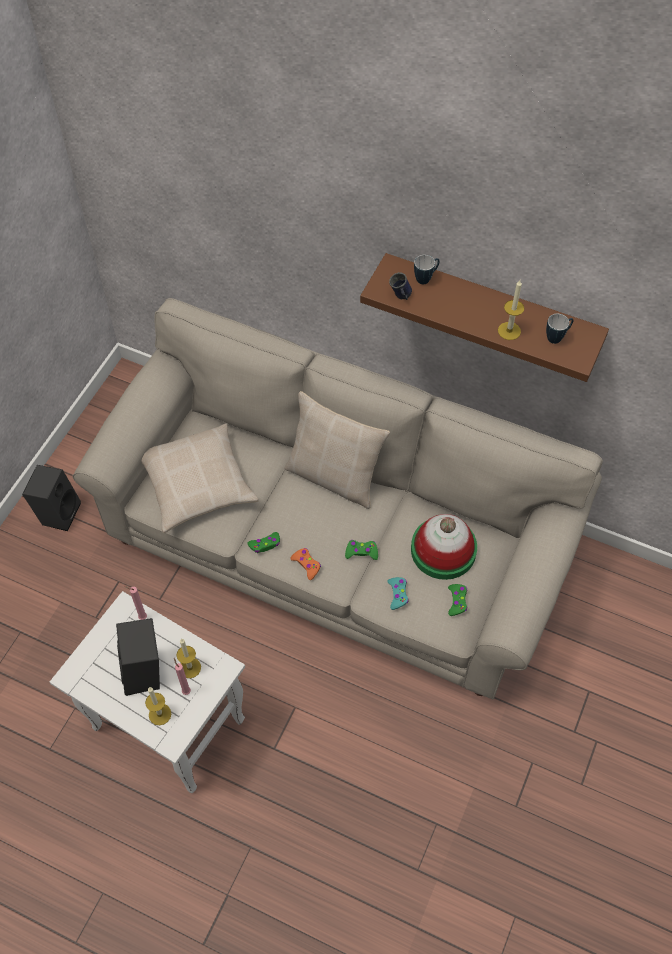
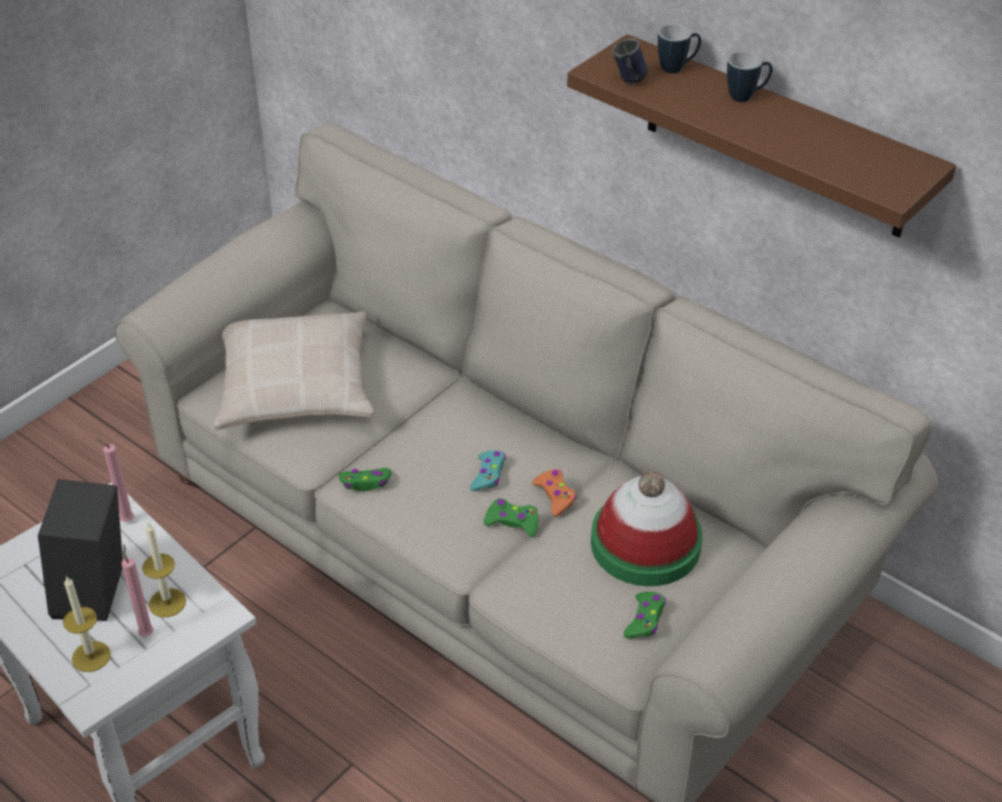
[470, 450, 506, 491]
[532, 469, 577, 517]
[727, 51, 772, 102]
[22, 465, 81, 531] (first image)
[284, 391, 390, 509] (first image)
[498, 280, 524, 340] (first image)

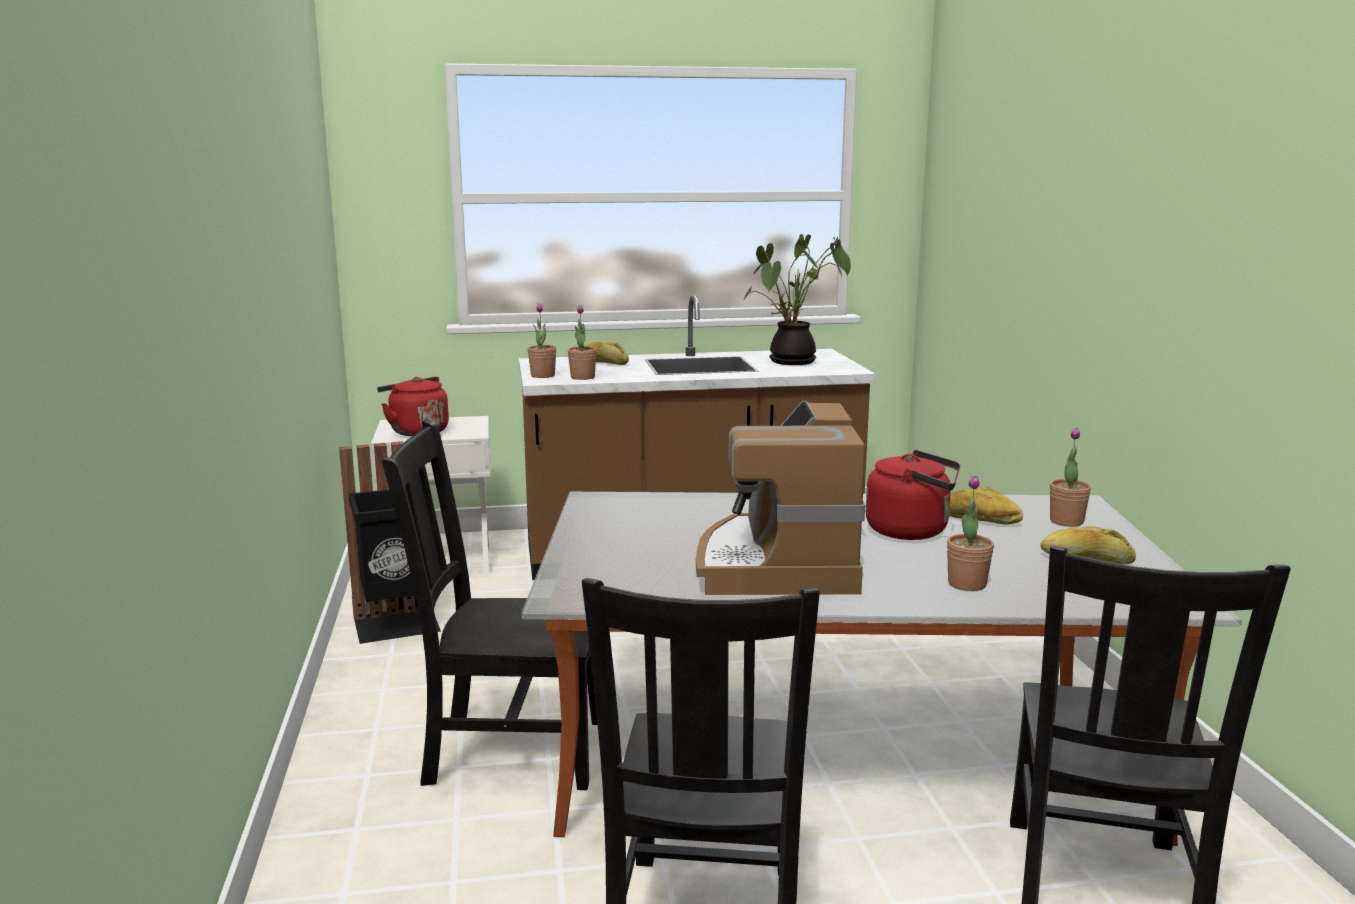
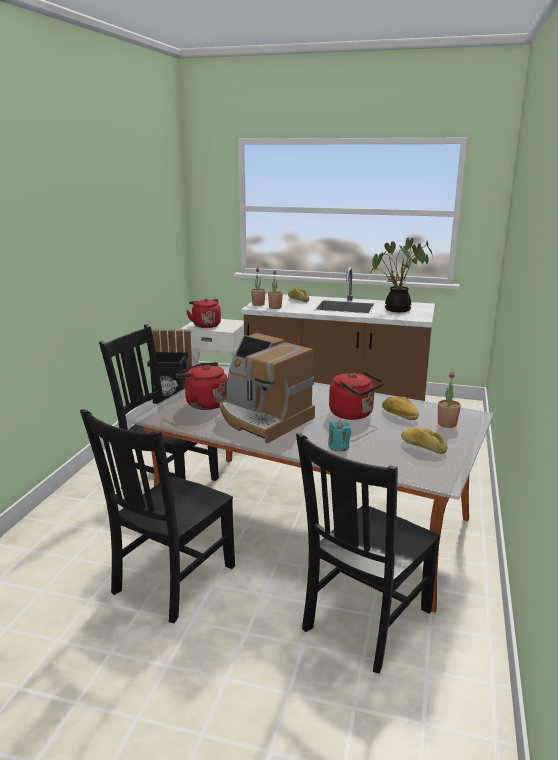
[176, 362, 228, 410]
[219, 333, 315, 443]
[328, 420, 351, 451]

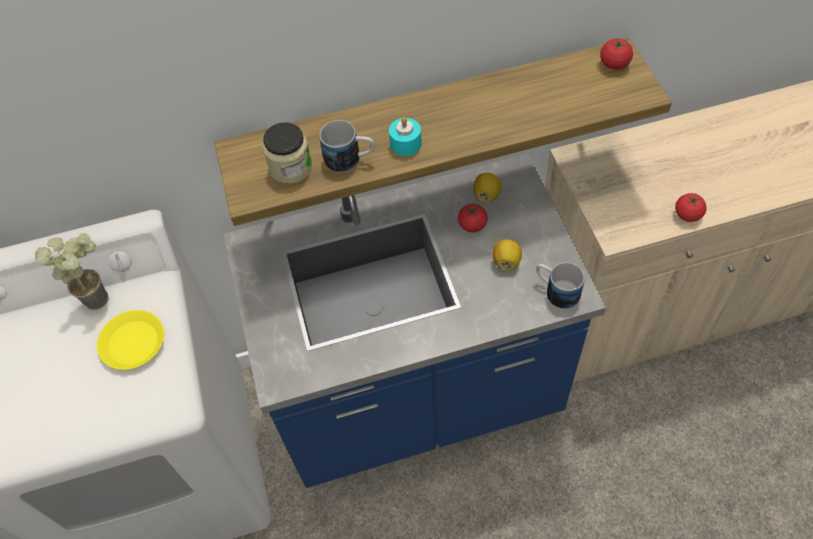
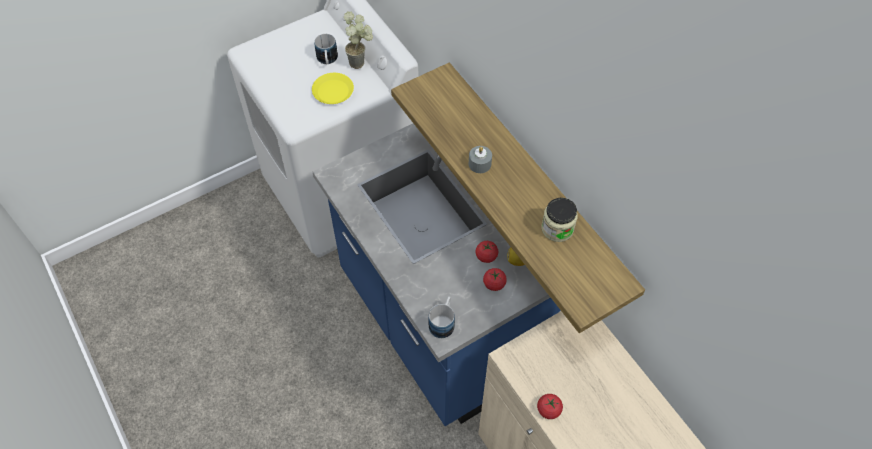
[314, 34, 338, 64]
[469, 146, 492, 173]
[483, 268, 507, 291]
[542, 198, 577, 242]
[492, 239, 522, 271] (first image)

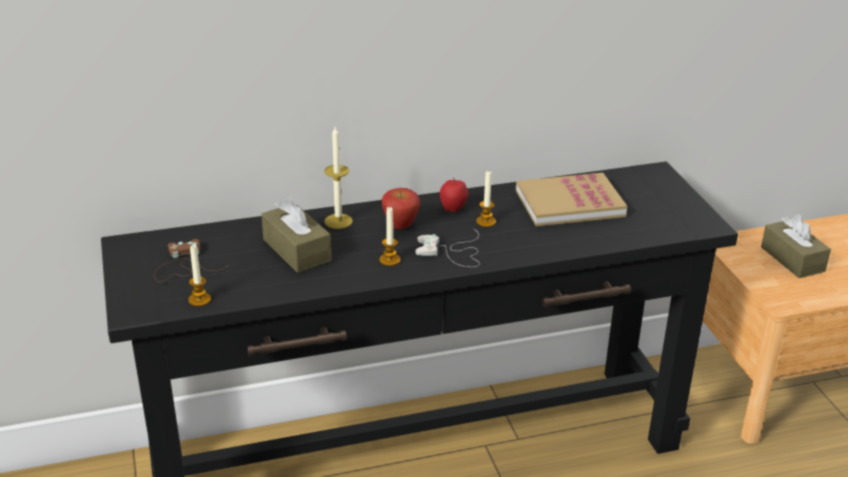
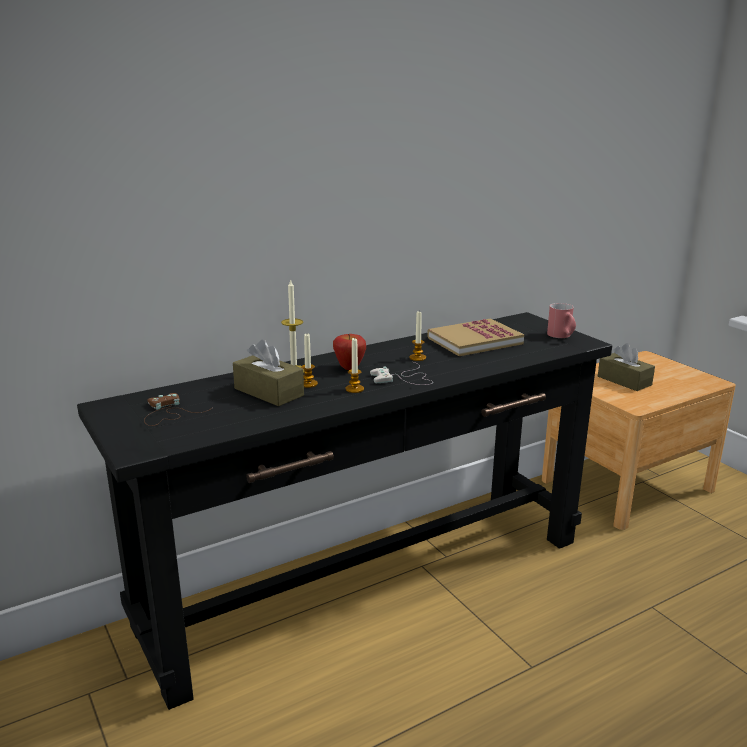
[301, 333, 318, 388]
[547, 303, 576, 338]
[440, 177, 468, 212] (first image)

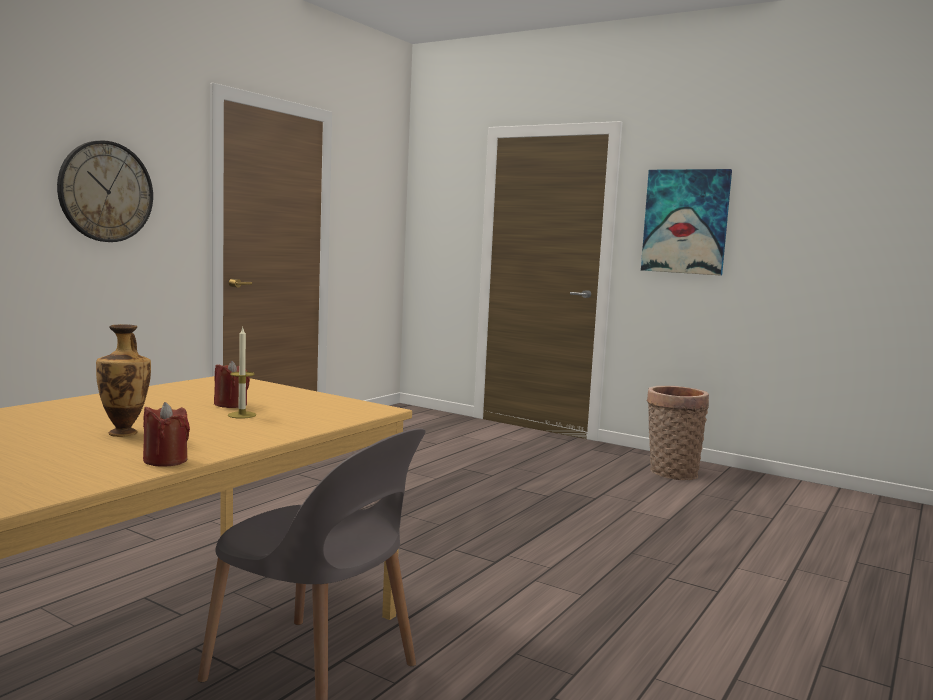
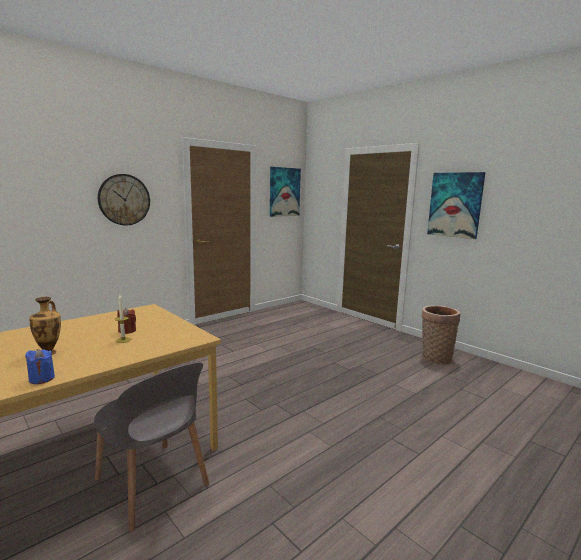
[25, 349, 55, 384]
[270, 167, 301, 217]

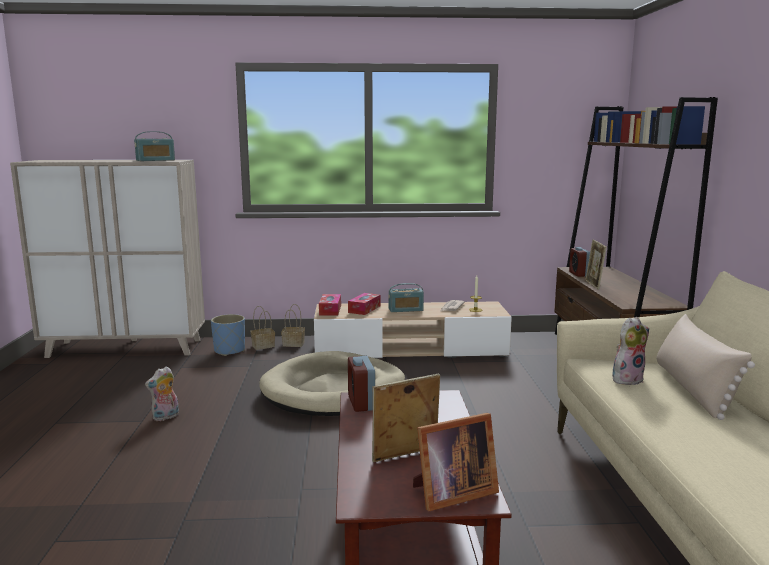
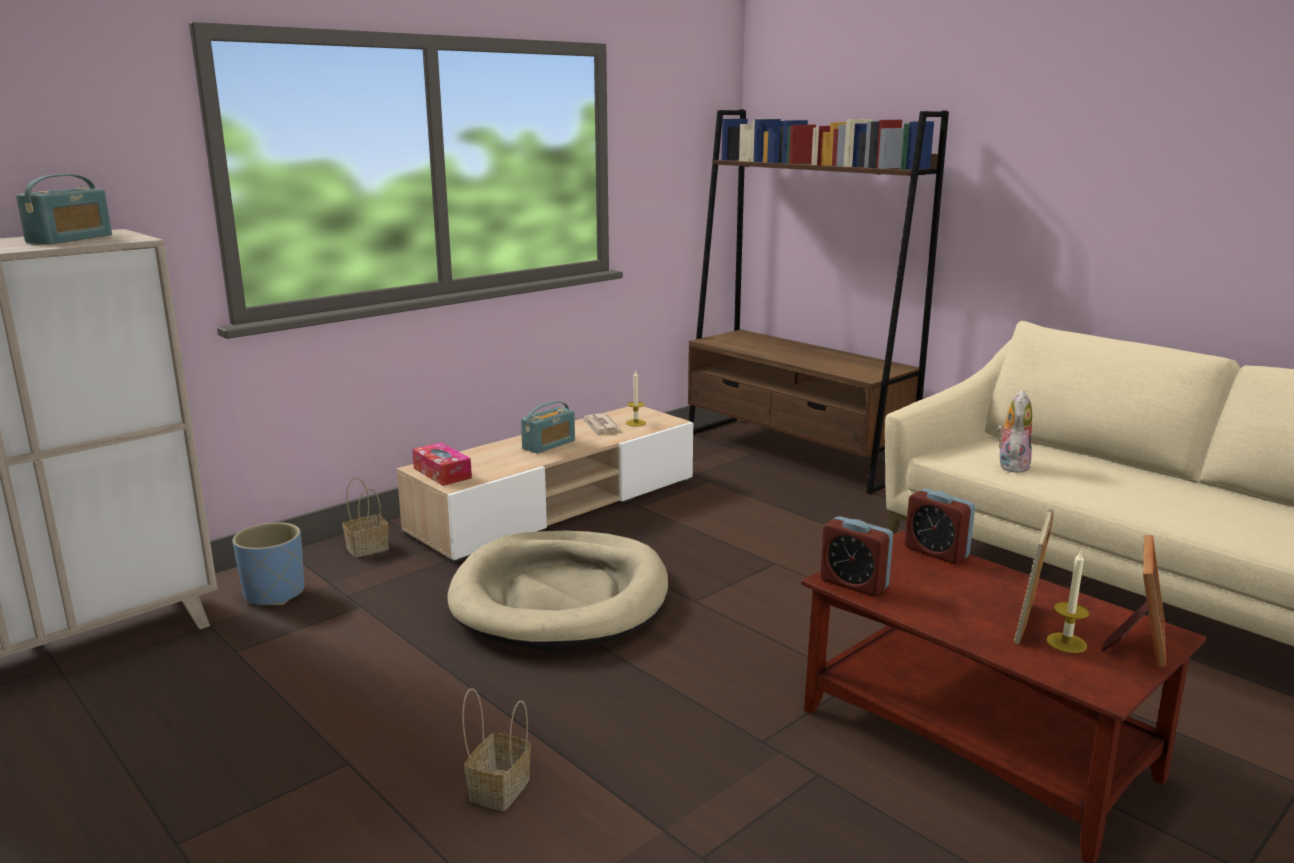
[462, 688, 531, 811]
[905, 489, 975, 564]
[1046, 551, 1089, 653]
[145, 366, 179, 421] (first image)
[348, 293, 380, 315] (first image)
[585, 239, 607, 290] (first image)
[657, 314, 755, 420] (first image)

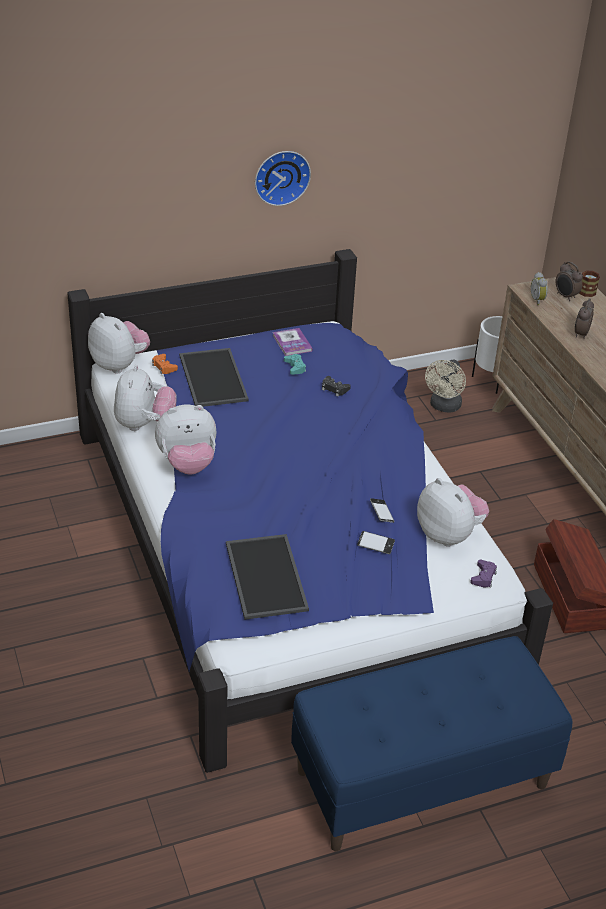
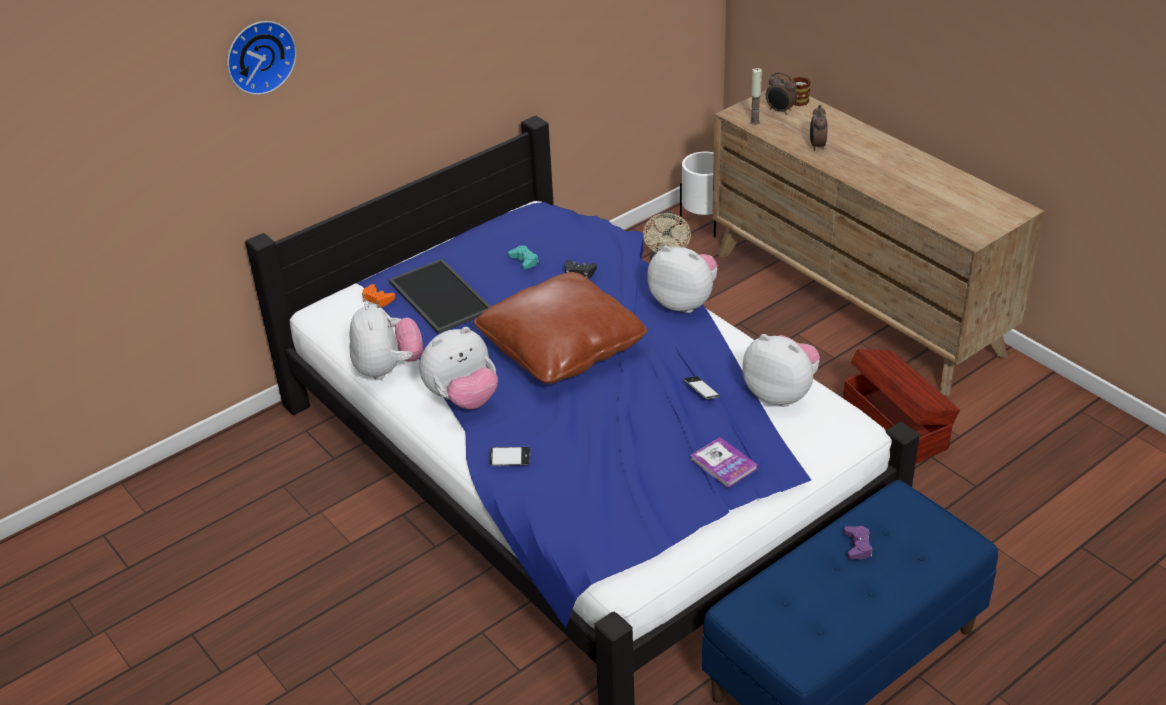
[227, 21, 297, 95]
[474, 272, 647, 384]
[489, 447, 530, 466]
[647, 245, 718, 313]
[691, 437, 758, 488]
[750, 68, 762, 125]
[844, 526, 872, 559]
[226, 534, 309, 620] (first image)

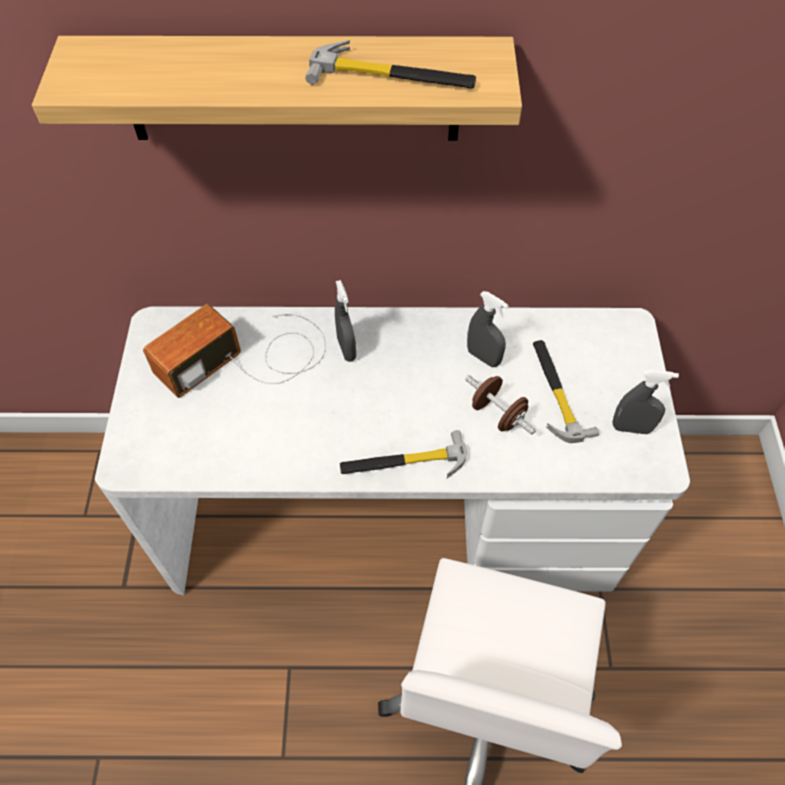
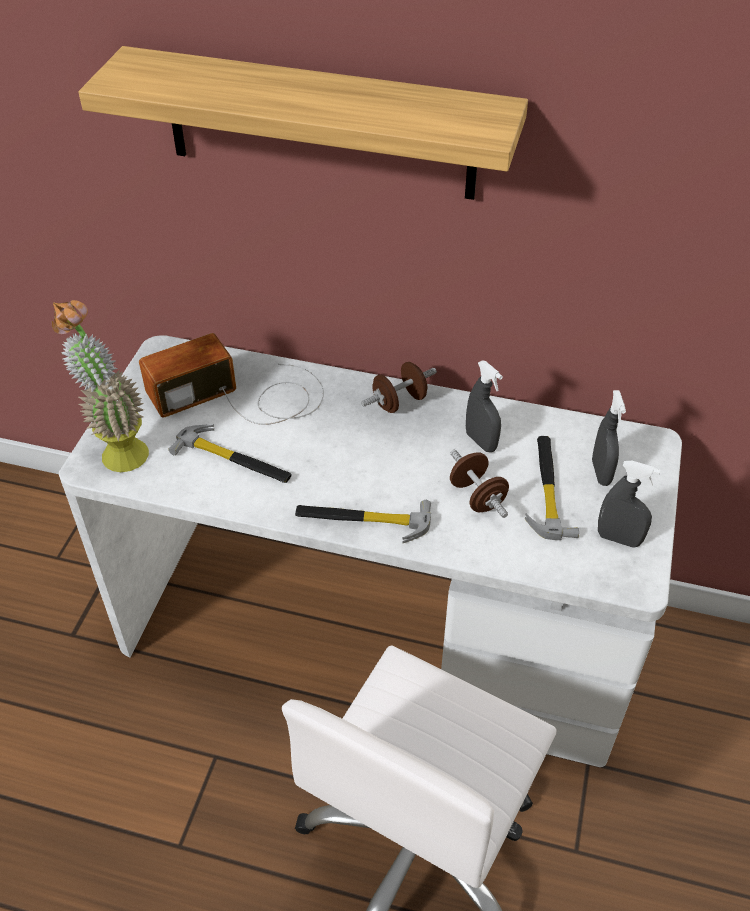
[52, 300, 149, 472]
[168, 424, 292, 483]
[361, 362, 437, 413]
[592, 390, 626, 486]

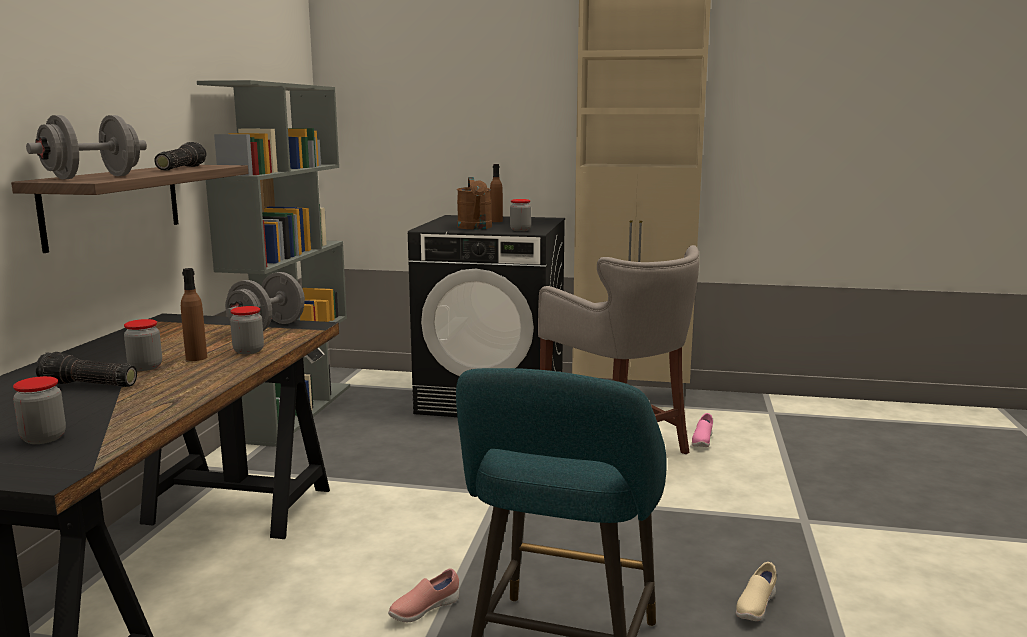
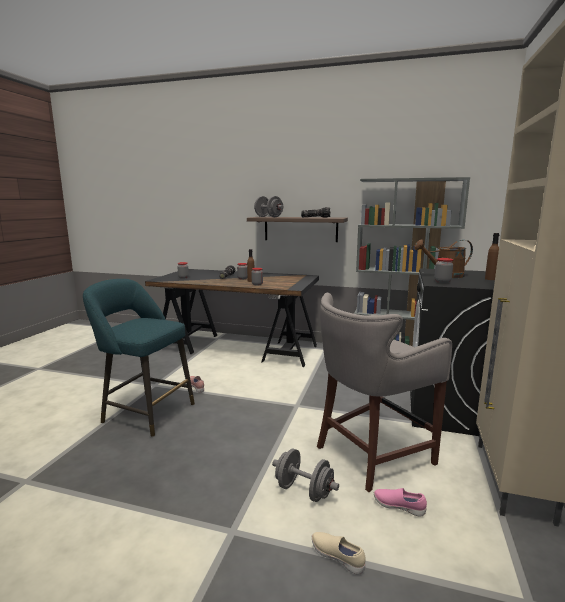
[272, 449, 339, 502]
[312, 532, 366, 575]

